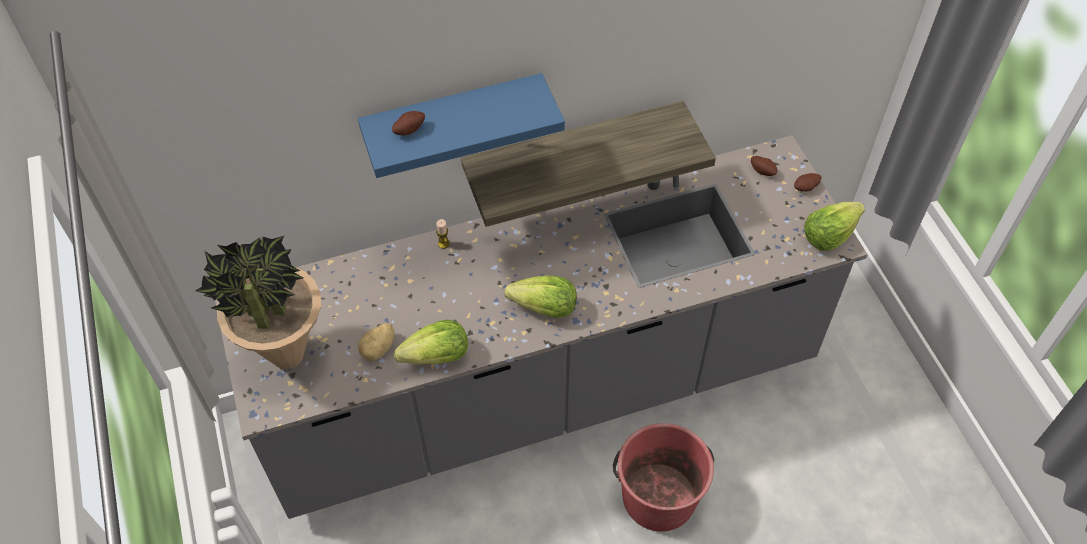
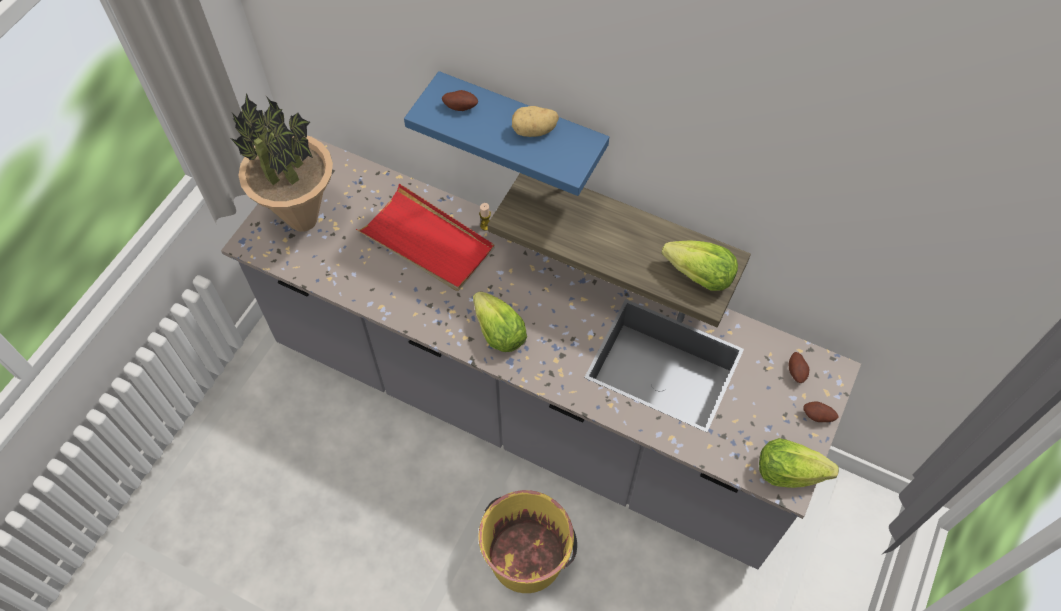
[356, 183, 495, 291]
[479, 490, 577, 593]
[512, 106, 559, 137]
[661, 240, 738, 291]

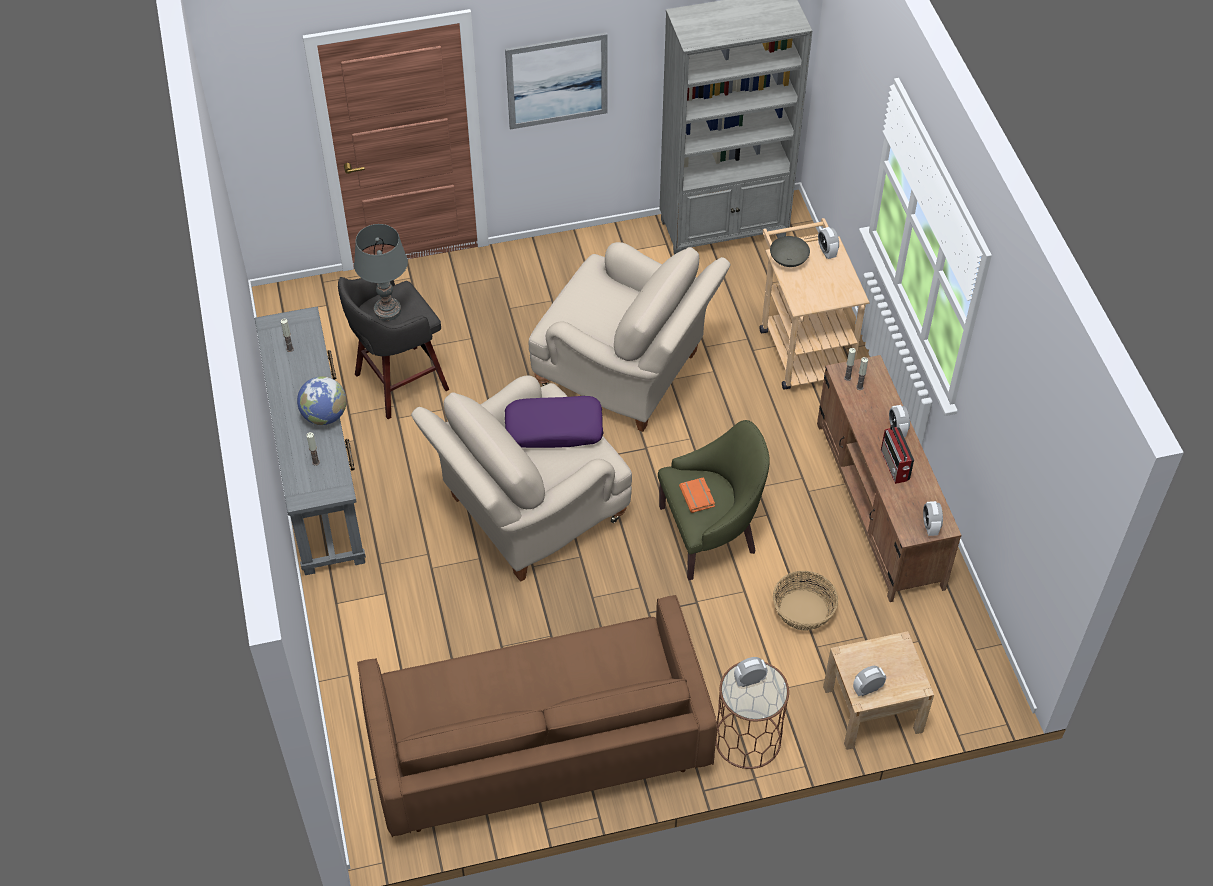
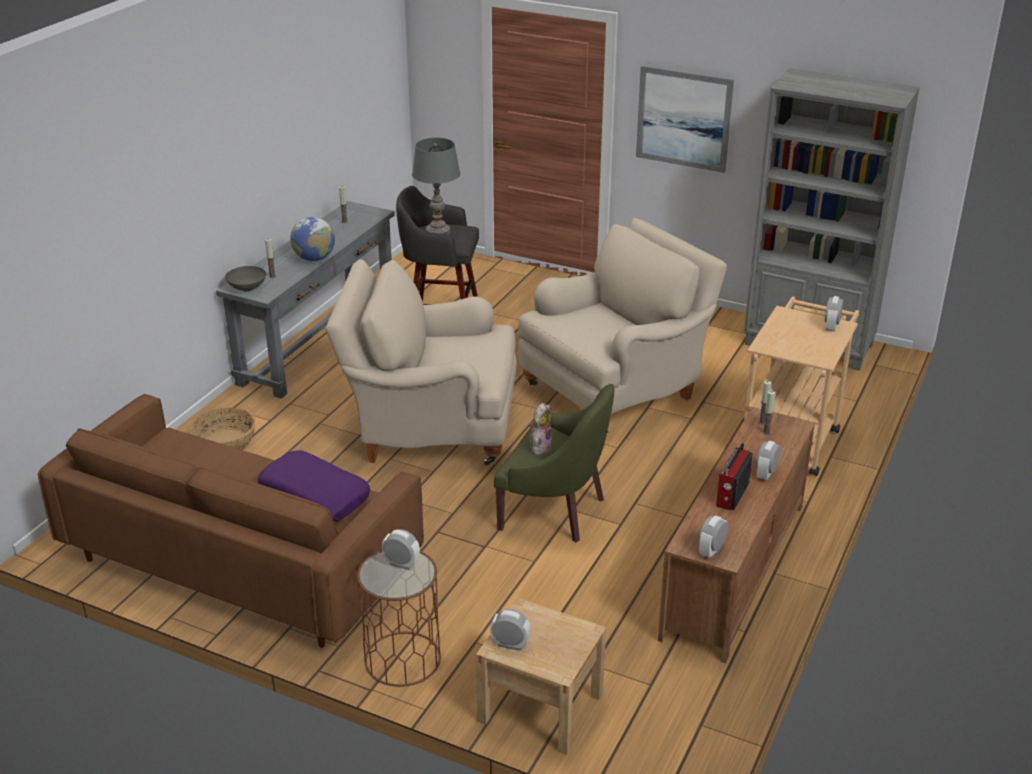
[191, 407, 256, 450]
[225, 266, 266, 291]
[258, 450, 370, 521]
[518, 218, 727, 434]
[529, 403, 552, 455]

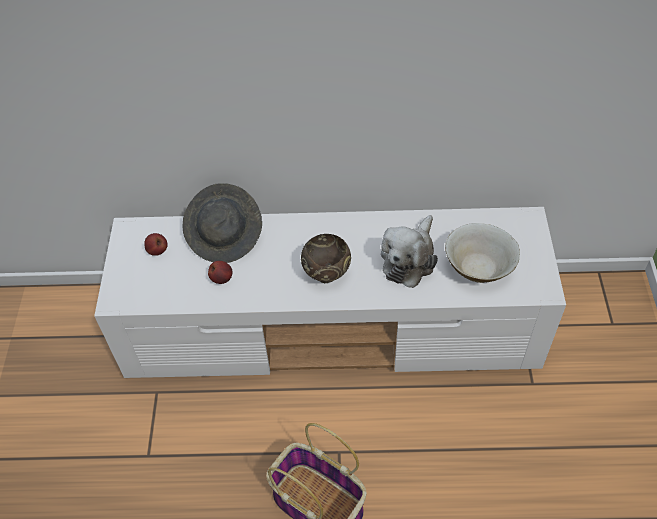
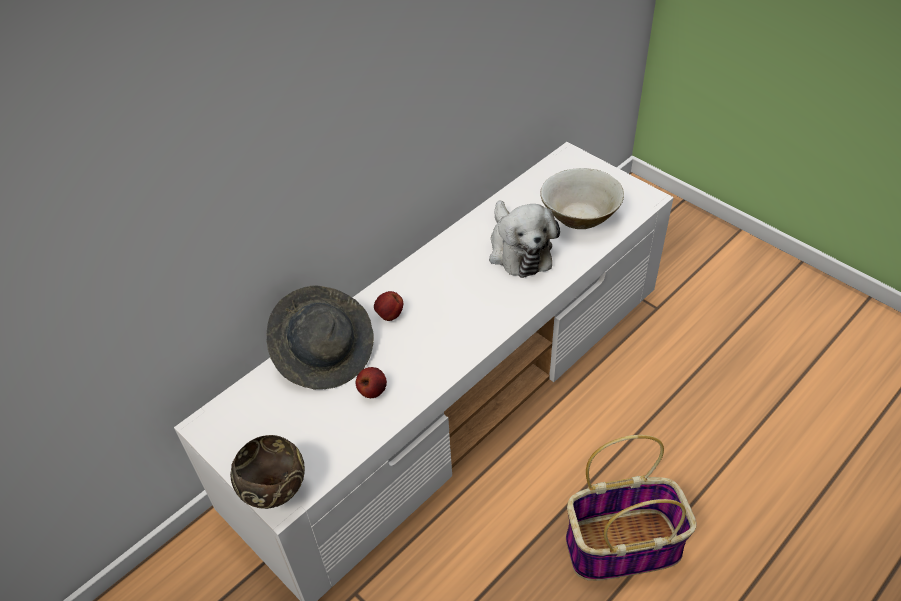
[230, 435, 305, 509]
[374, 291, 403, 321]

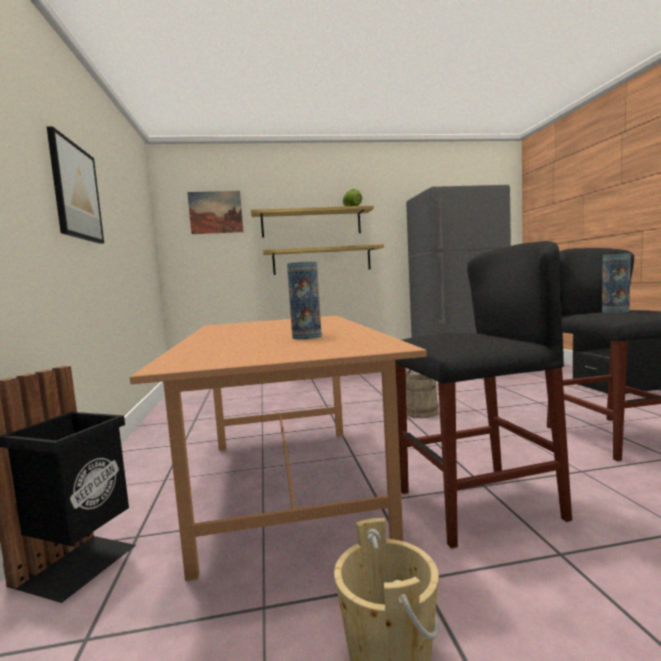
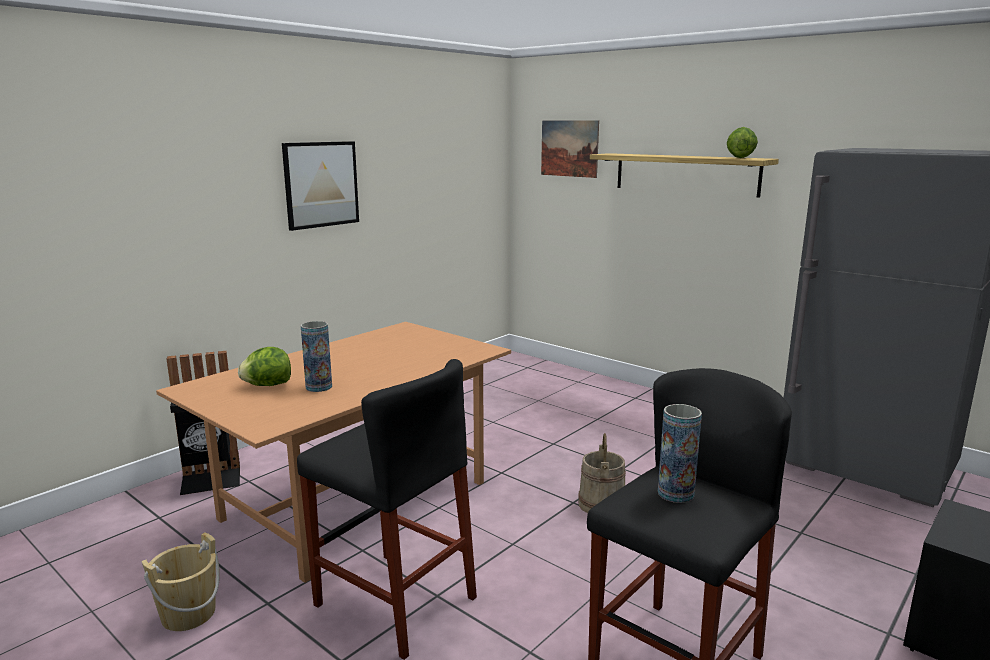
[238, 347, 291, 386]
[263, 244, 384, 275] (first image)

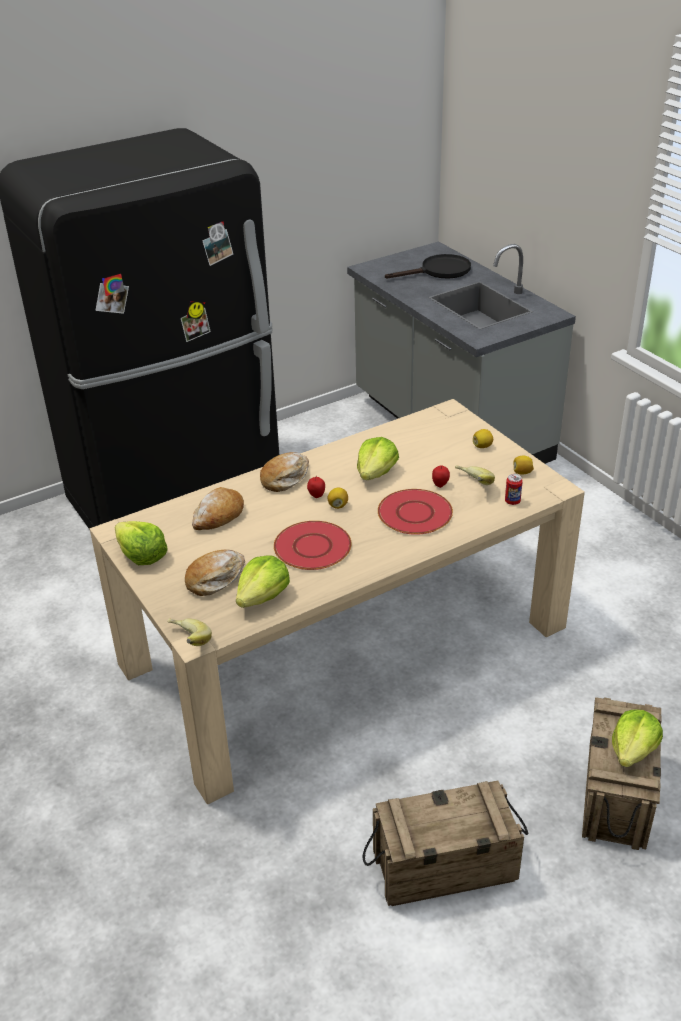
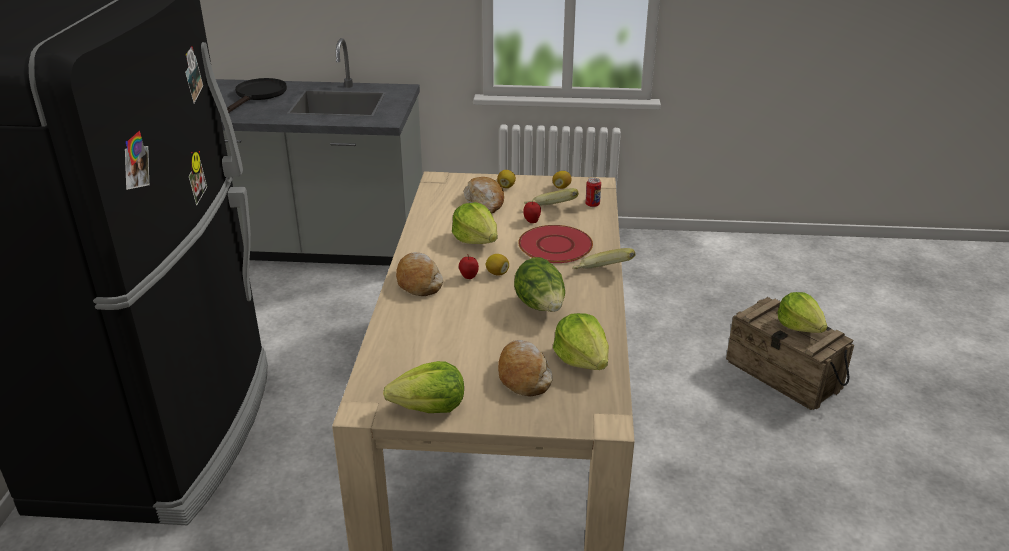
[463, 177, 504, 214]
[514, 257, 565, 312]
[573, 248, 636, 269]
[363, 781, 528, 906] (first image)

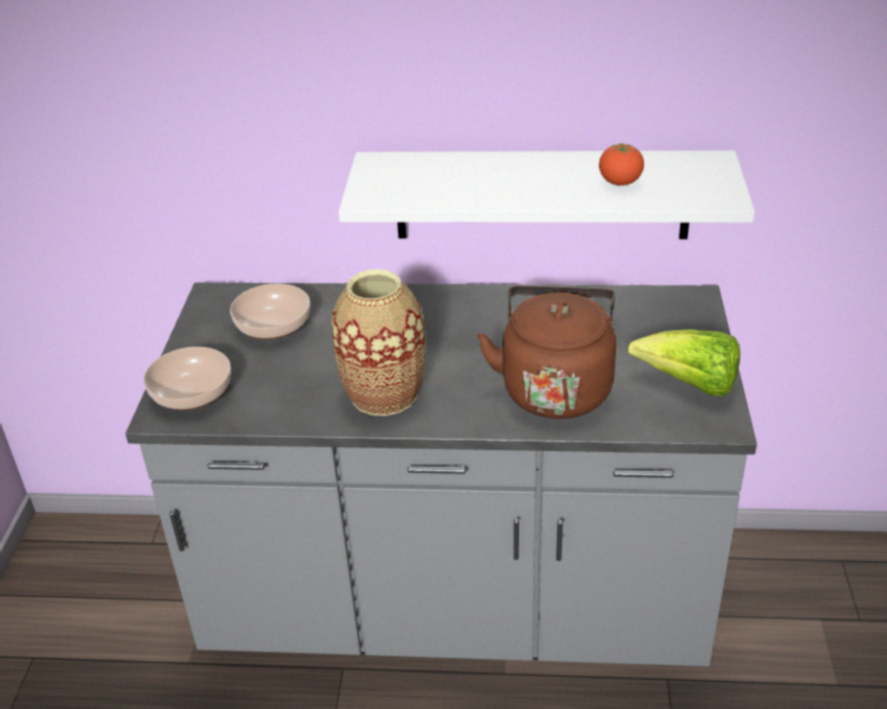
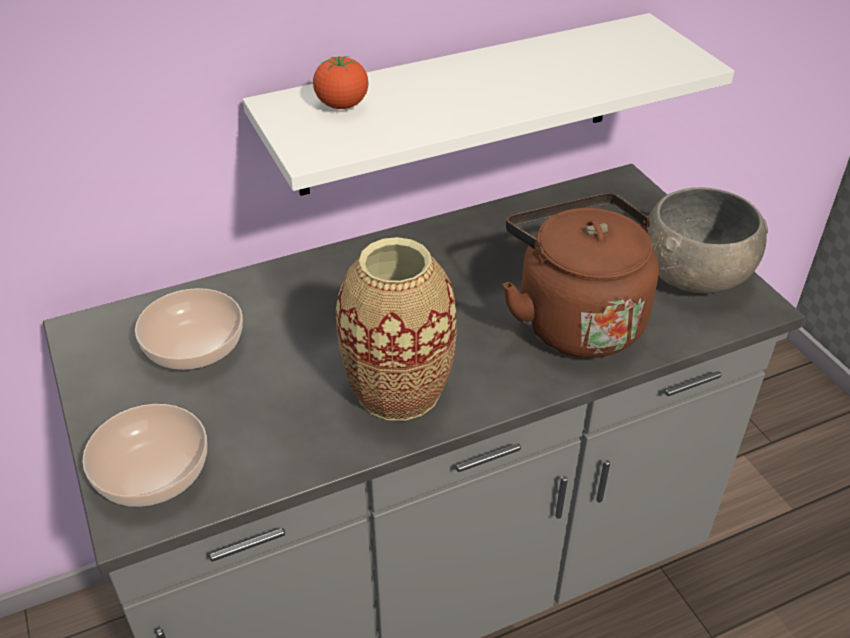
[313, 56, 369, 109]
[648, 187, 768, 294]

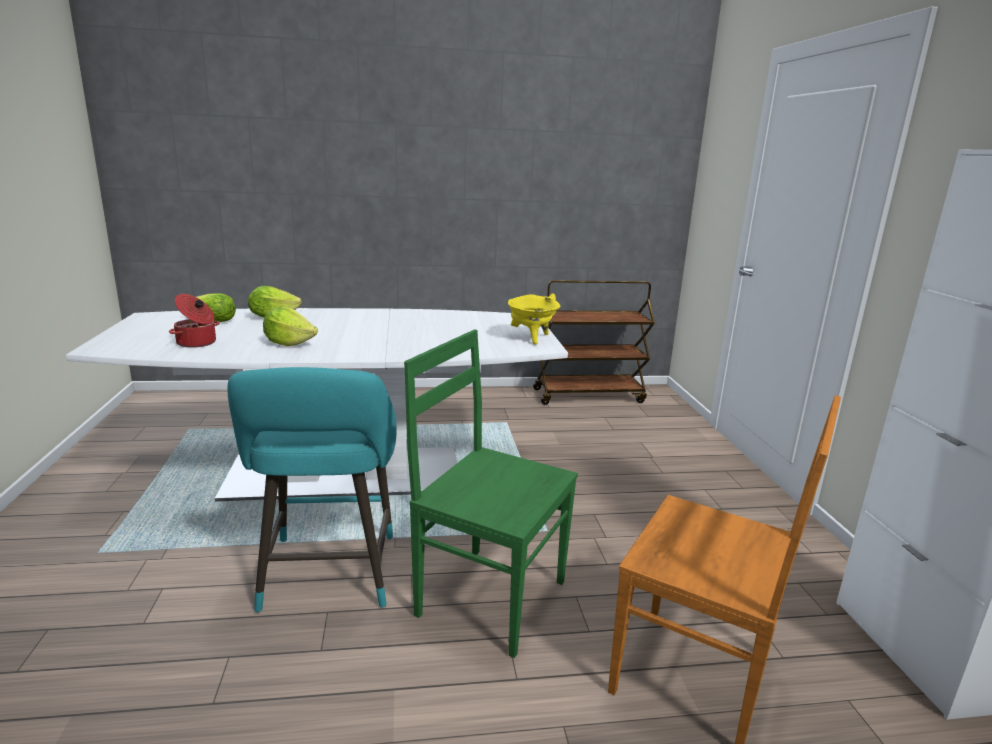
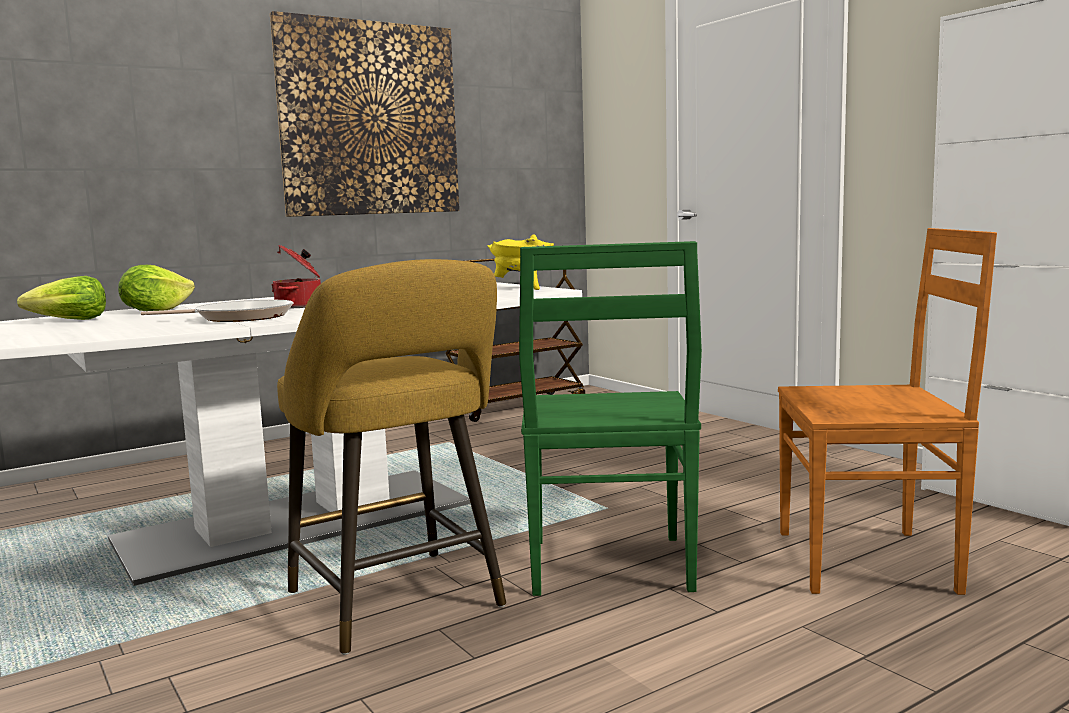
[141, 300, 294, 322]
[270, 11, 459, 217]
[272, 245, 321, 308]
[277, 259, 506, 655]
[519, 241, 702, 596]

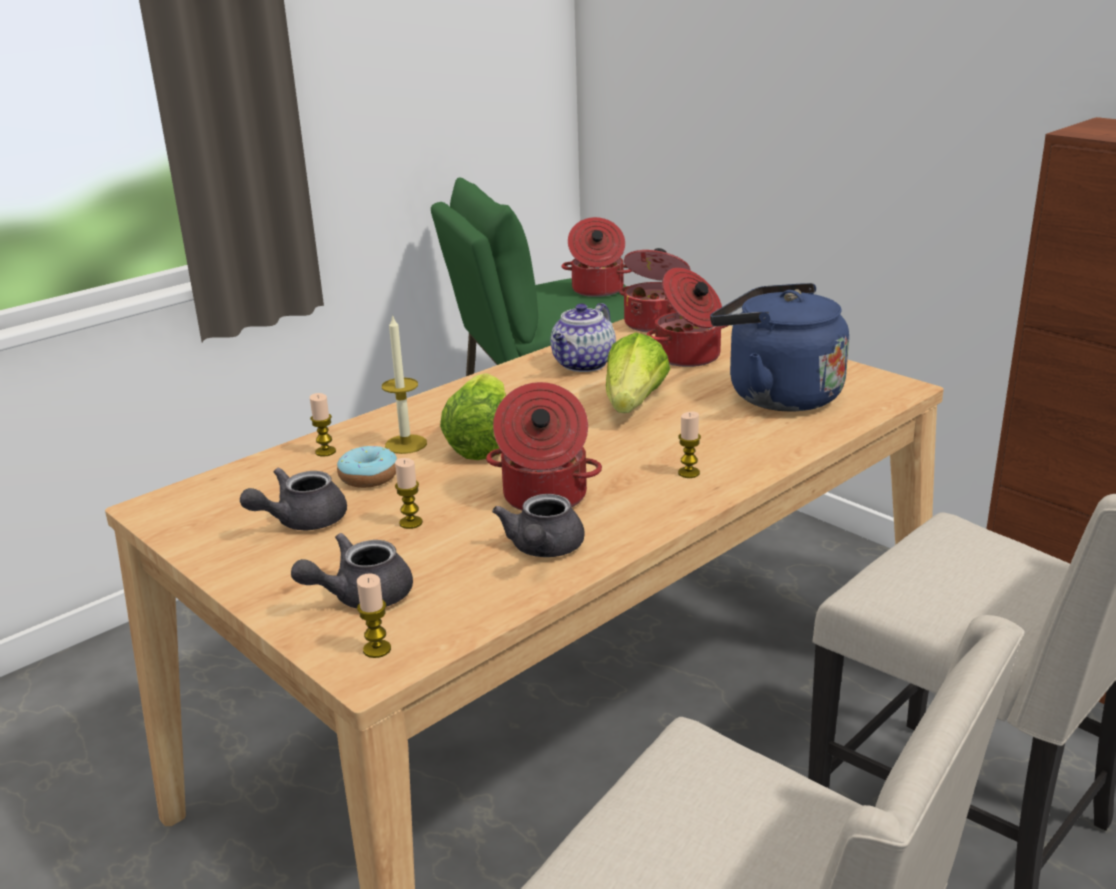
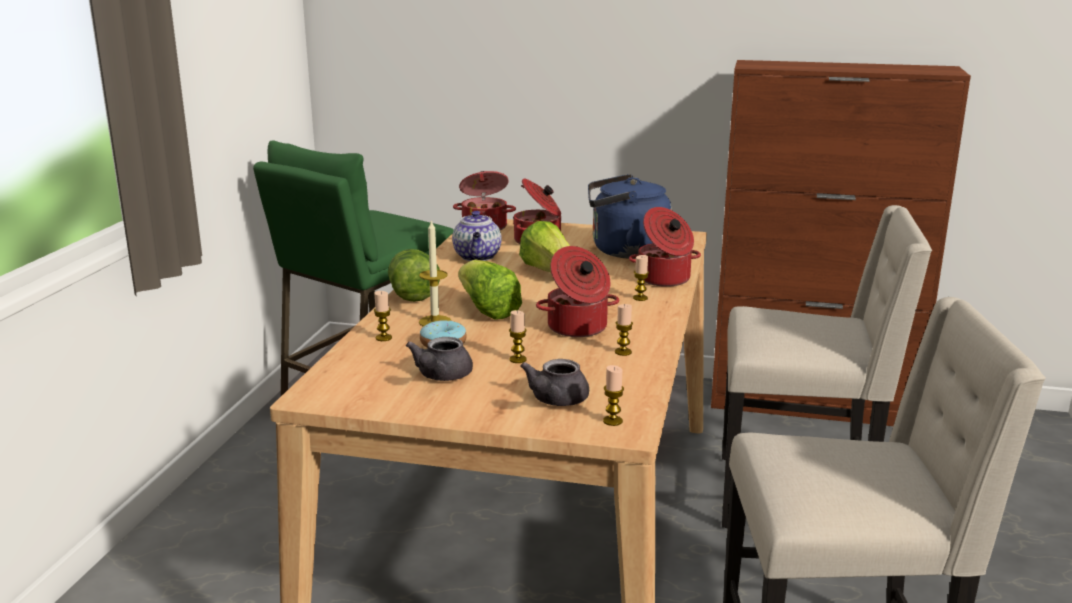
[388, 249, 440, 302]
[615, 304, 633, 356]
[629, 207, 701, 287]

